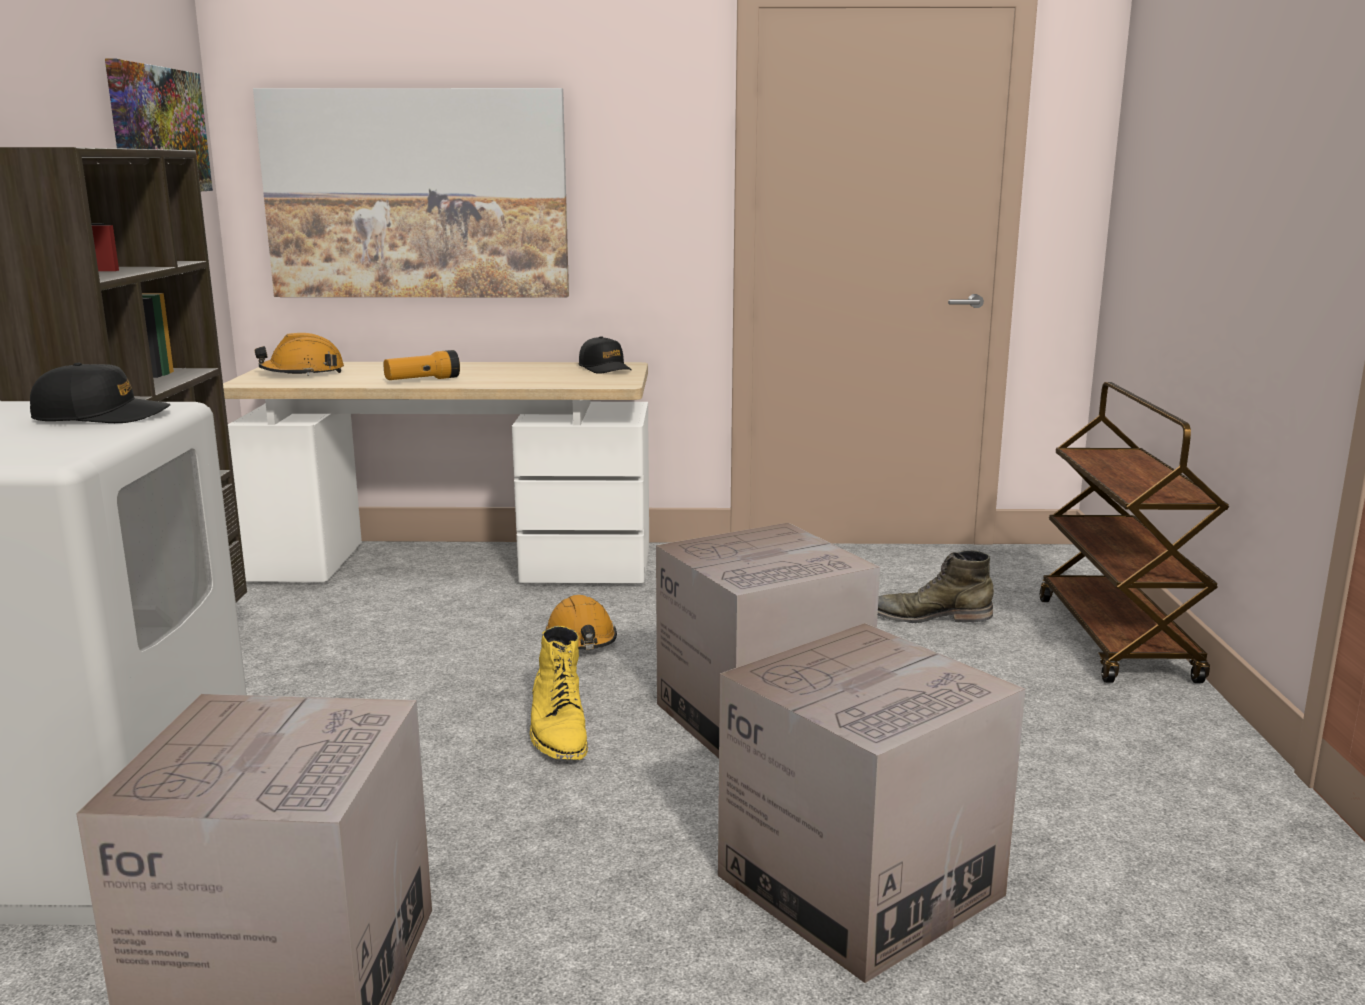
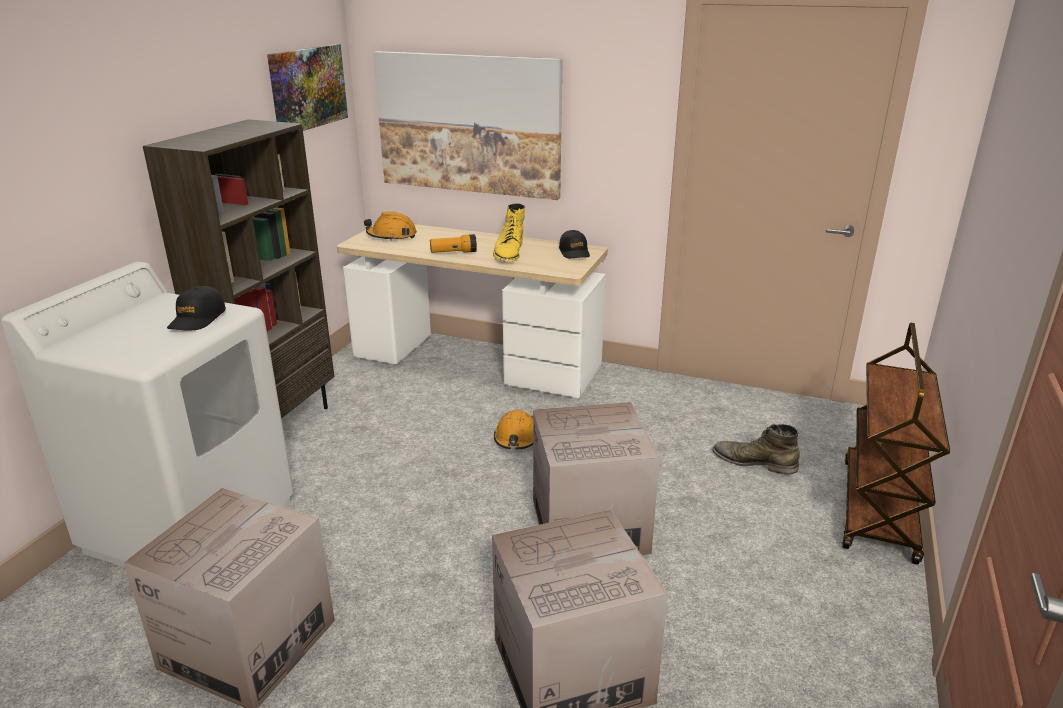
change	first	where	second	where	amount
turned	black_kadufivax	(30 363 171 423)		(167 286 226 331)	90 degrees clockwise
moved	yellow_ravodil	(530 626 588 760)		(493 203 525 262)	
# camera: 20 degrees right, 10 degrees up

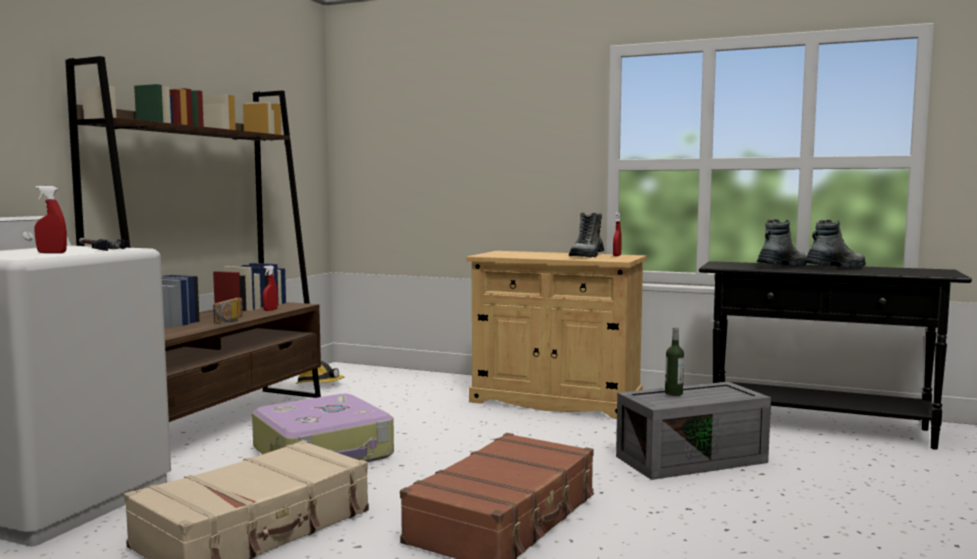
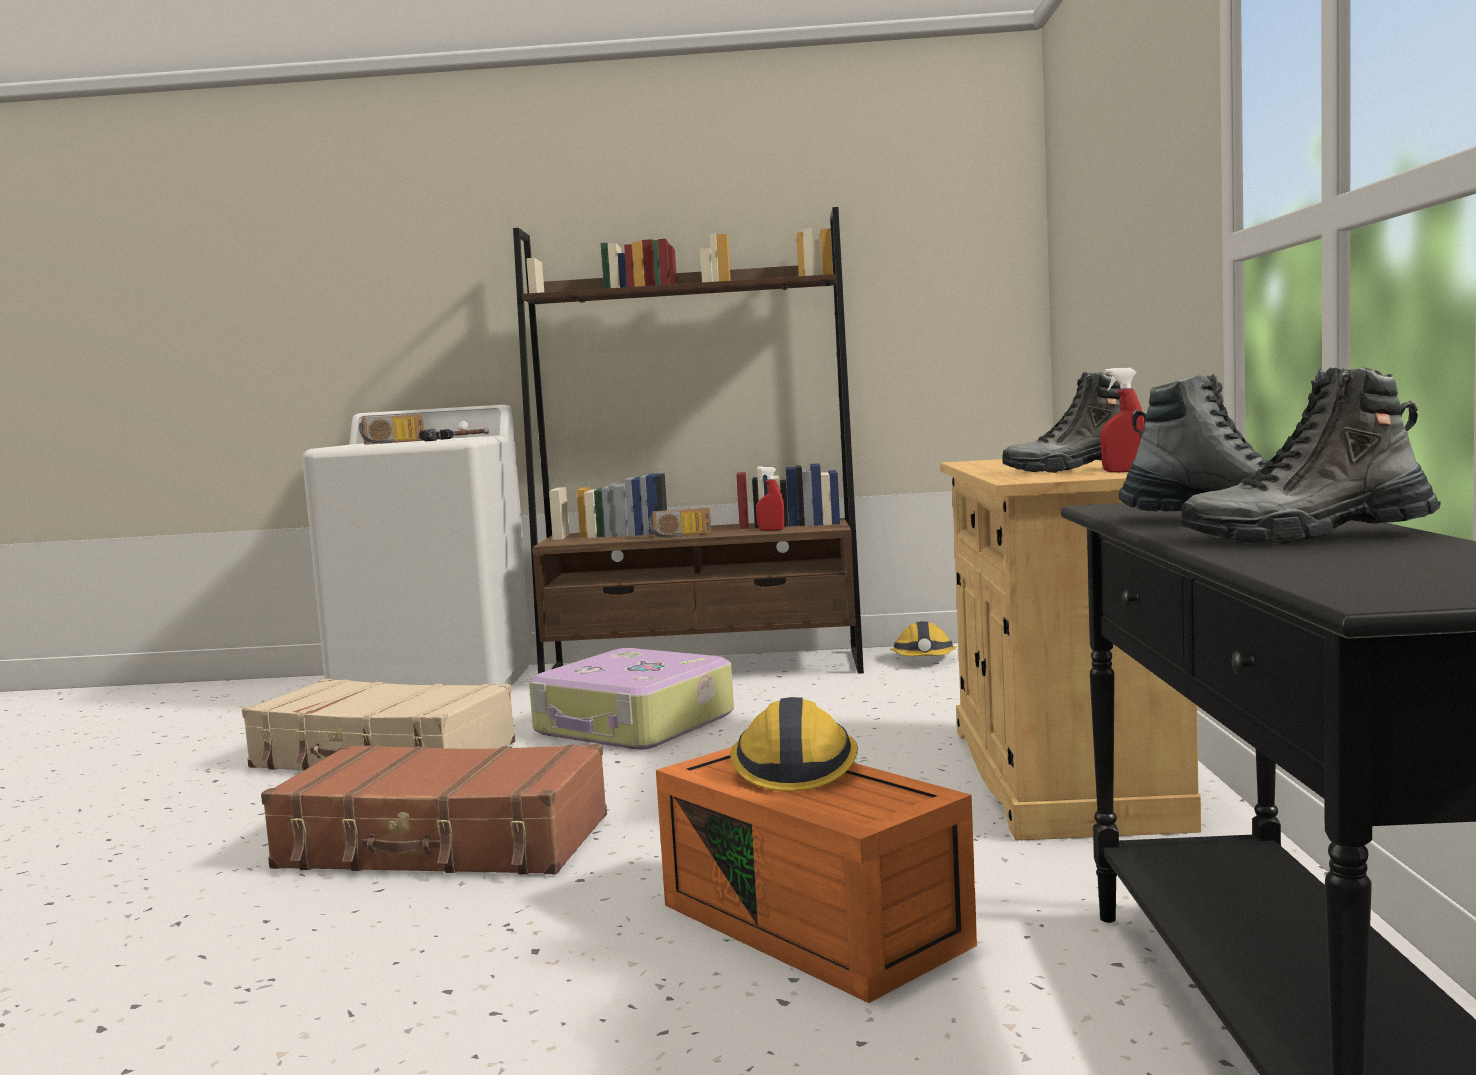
change	first	where	second	where	amount
replaced	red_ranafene	(34 186 67 253)	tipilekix	(359 414 424 445)	
turned	ravodil	(804 220 866 268)		(1181 367 1441 544)	135 degrees clockwise
replaced	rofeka	(665 327 684 396)	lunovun	(731 697 858 791)	
recoloured	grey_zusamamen	(616 382 771 480)	orange_zusamamen	(656 747 977 1003)	
# camera: 70 degrees right, 0 degrees up

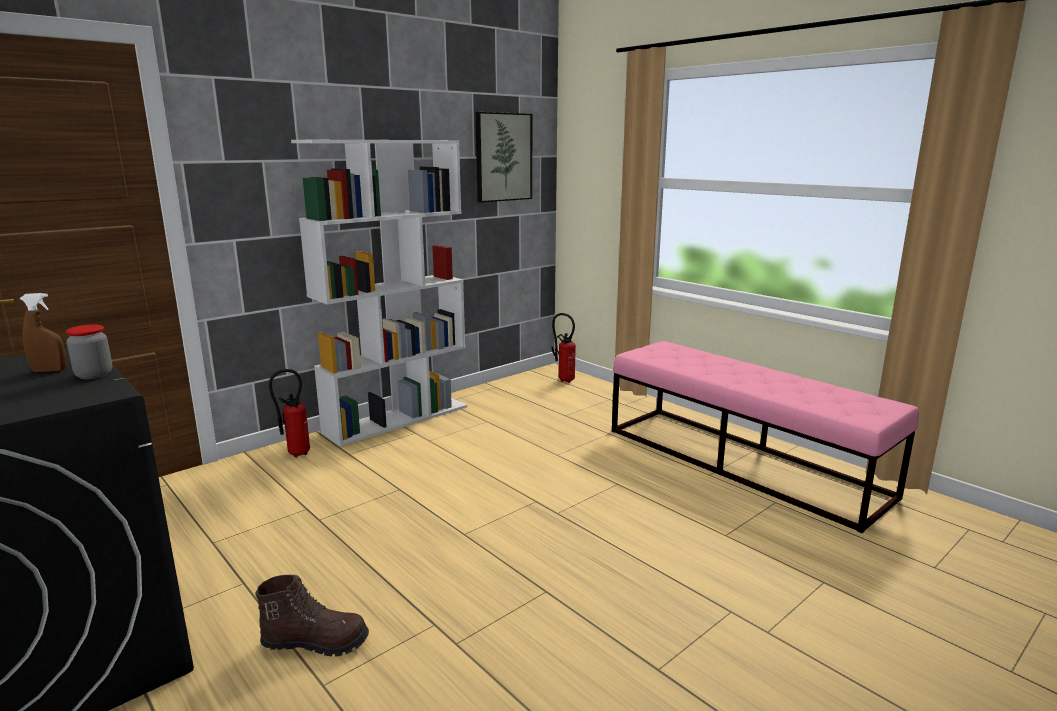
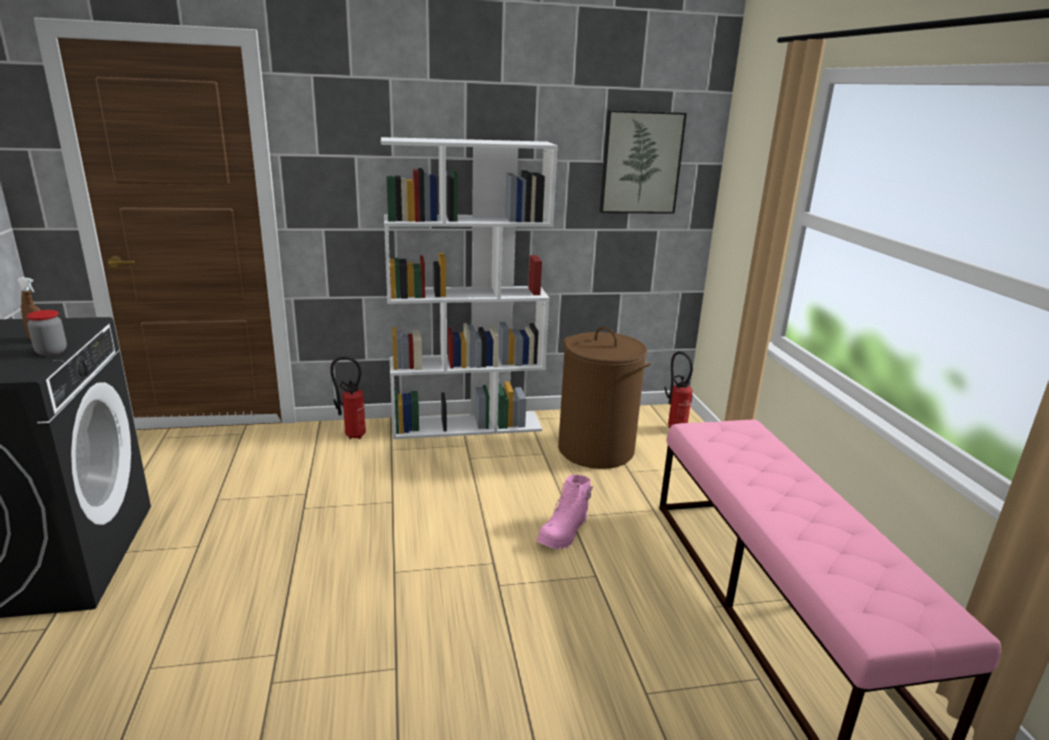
change	first	where	second	where	amount
removed	brown_ravodil	(255 574 369 657)			
added			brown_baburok	(558 327 651 469)	
added			pink_ravodil	(536 475 593 549)	
# camera: 30 degrees right, 5 degrees up

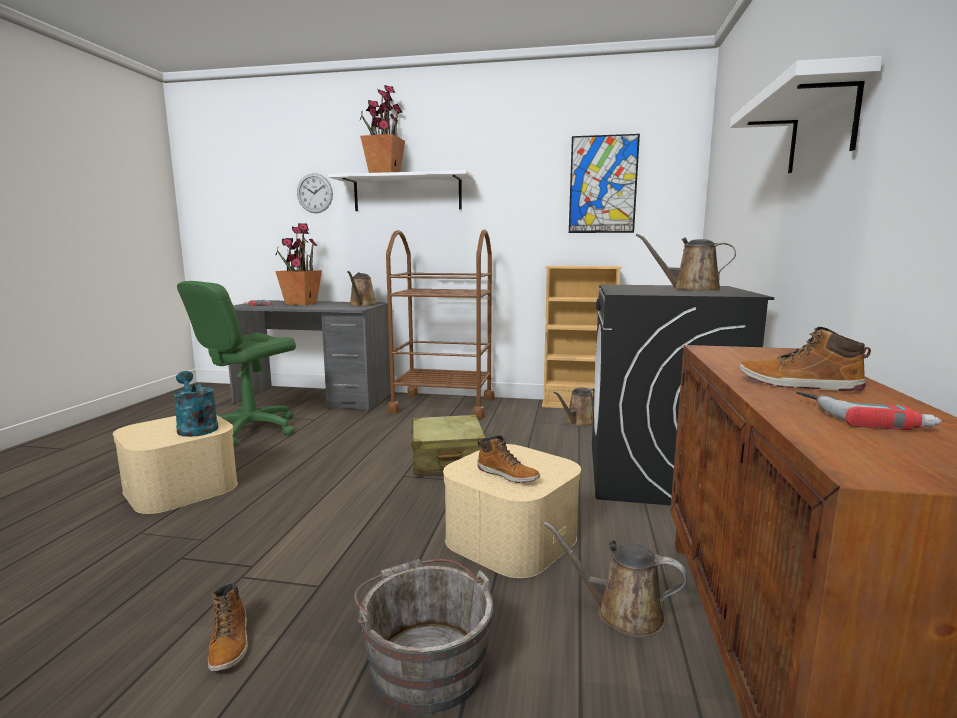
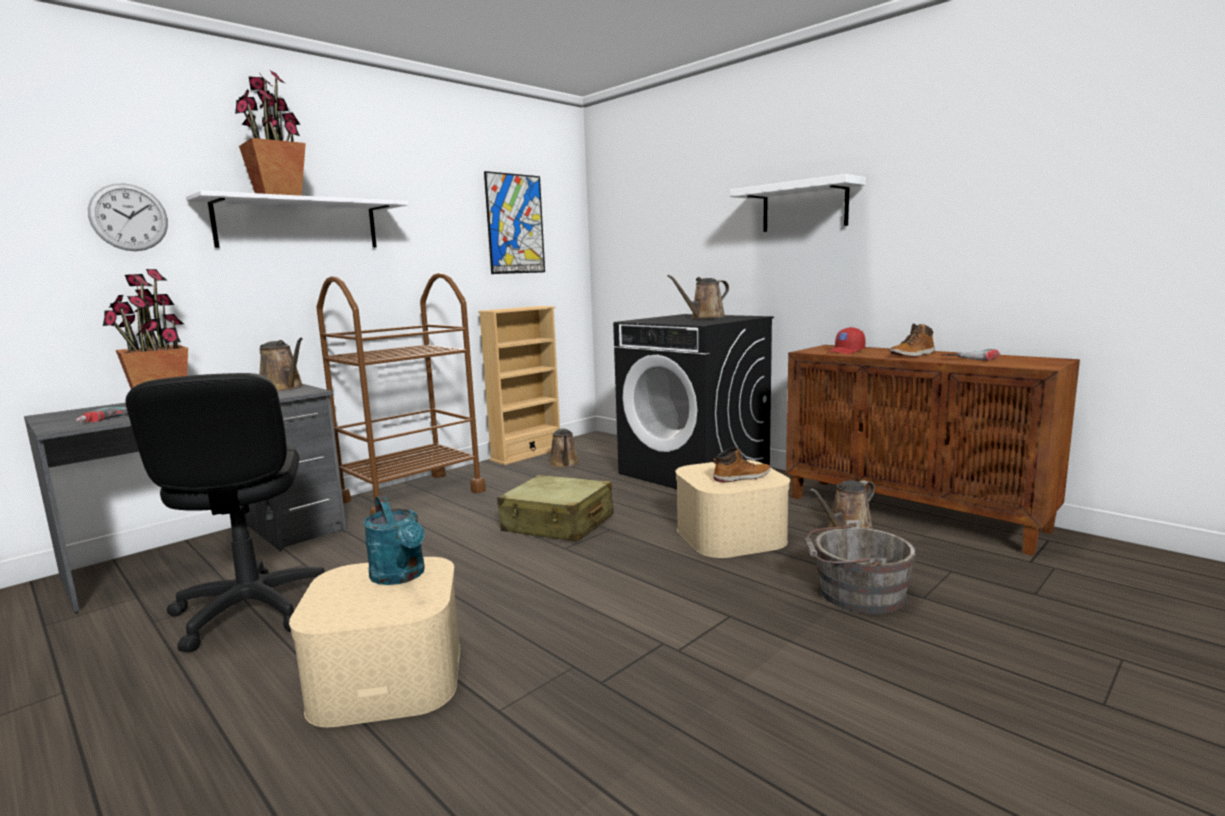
change	first	where	second	where	amount
recoloured	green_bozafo	(177 281 296 447)	black_bozafo	(125 373 325 652)	
turned	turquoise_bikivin	(173 371 218 437)		(363 495 425 585)	120 degrees counterclockwise
removed	ravodil	(208 583 248 671)			
added			red_kadufivax	(828 327 865 354)	
# camera: 55 degrees left, 0 degrees up

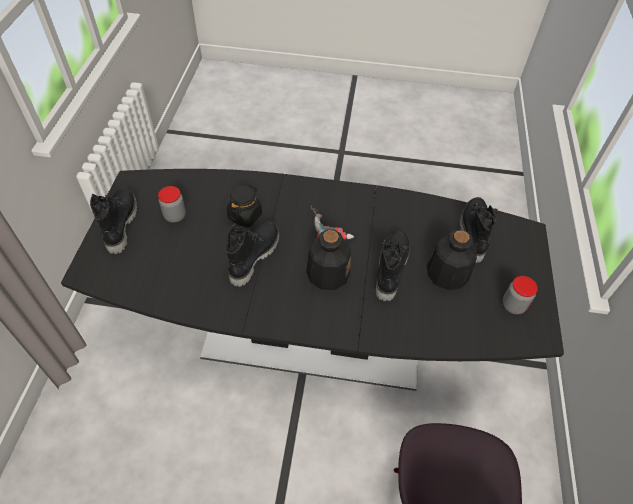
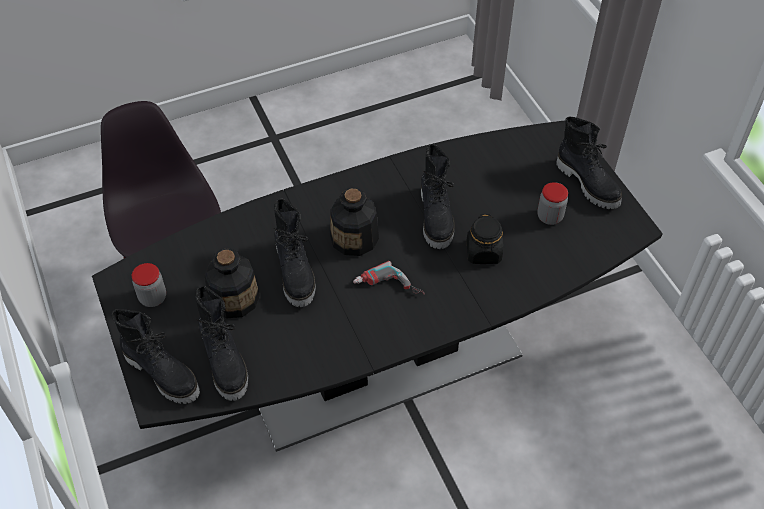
change	first	where	second	where	amount
added			black_ravodil	(111 309 200 404)	
# camera: 150 degrees right, 0 degrees up

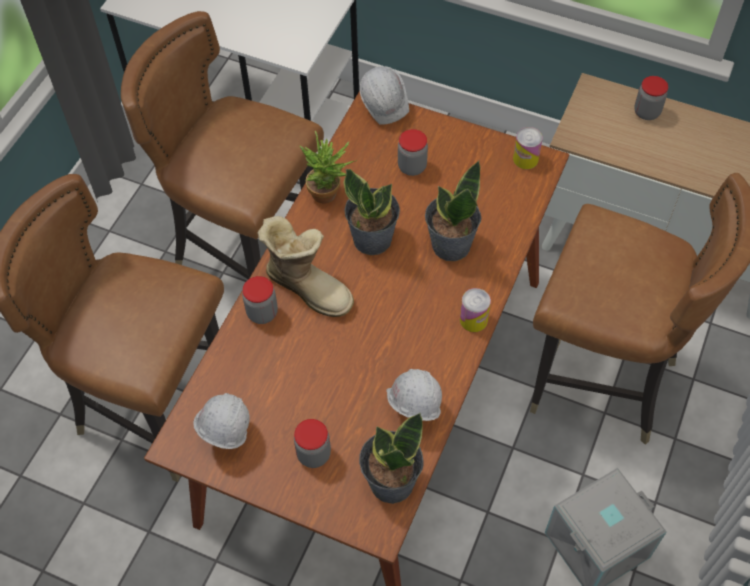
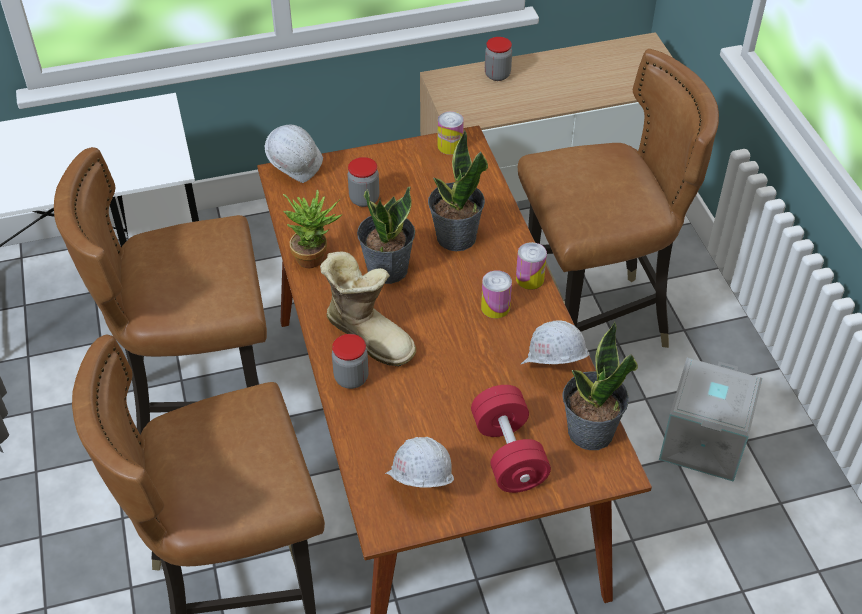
change	first	where	second	where	amount
turned	ravodil	(257 216 354 317)		(320 252 416 367)	45 degrees clockwise
replaced	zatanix	(294 419 331 468)	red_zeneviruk	(471 385 551 493)	
added			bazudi	(481 270 512 318)	
# camera: 40 degrees left, 10 degrees down

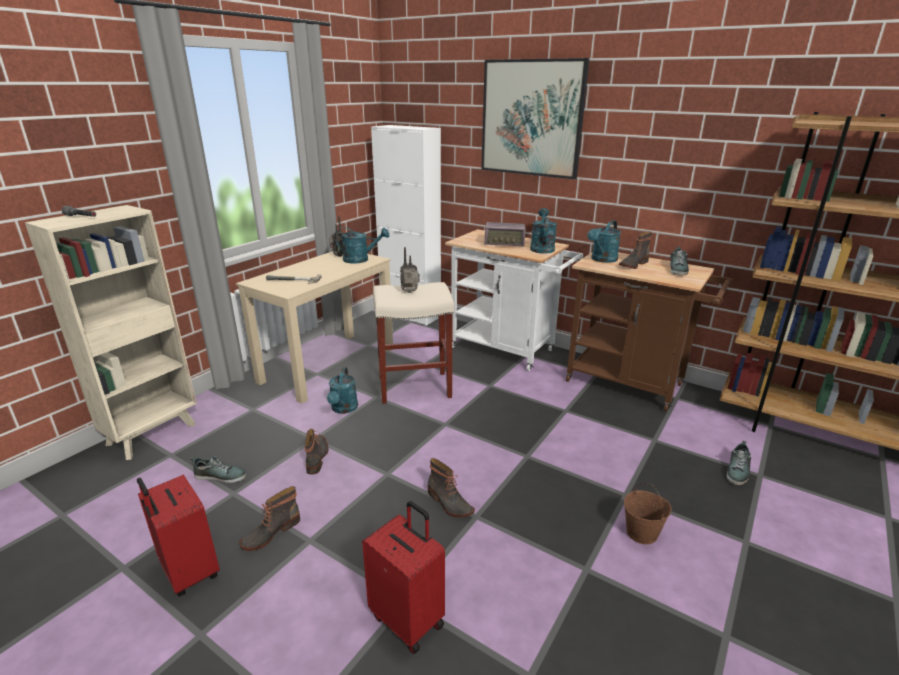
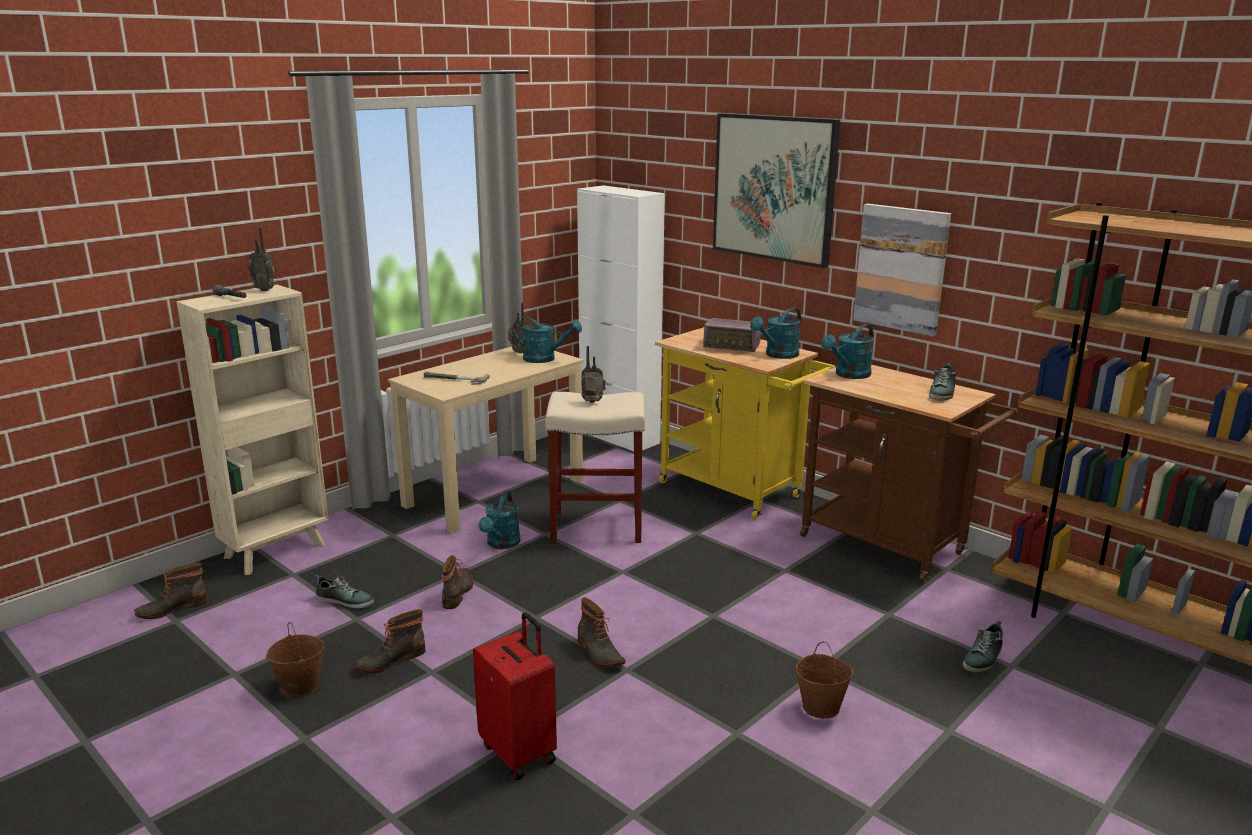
change	first	where	second	where	amount
turned	turquoise_bikivin	(530 208 557 254)		(750 307 801 359)	150 degrees counterclockwise
recoloured	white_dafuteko	(445 229 583 371)	yellow_dafuteko	(655 327 835 520)	
moved	ravodil	(619 232 652 269)		(134 563 207 619)	
replaced	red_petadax	(137 475 220 597)	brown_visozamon	(266 622 324 696)	
added			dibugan	(853 204 951 337)	
added			tipilekix	(248 228 274 291)	
# camera: 10 degrees right, 5 degrees down

